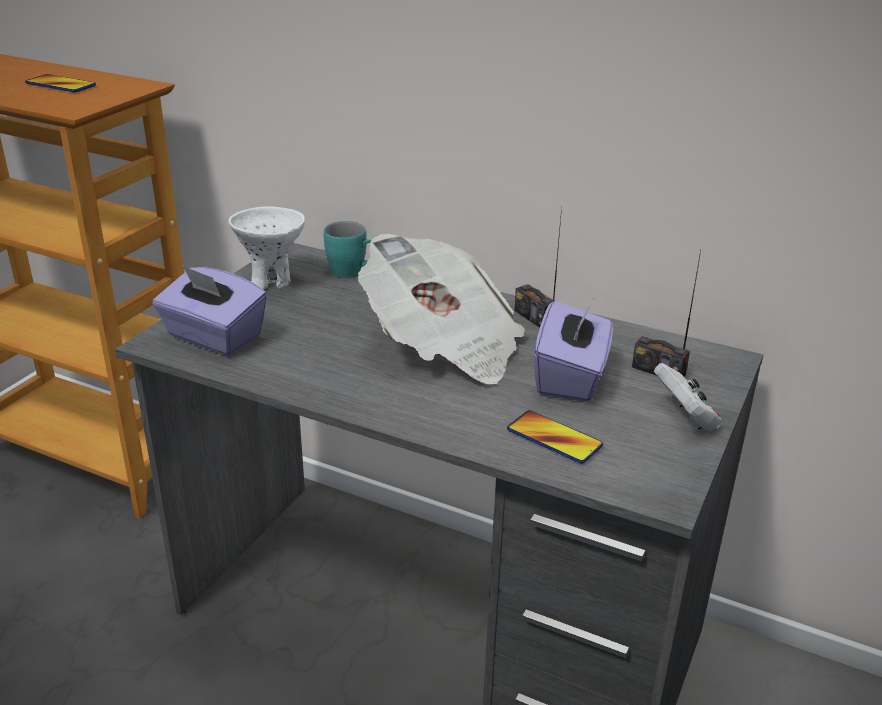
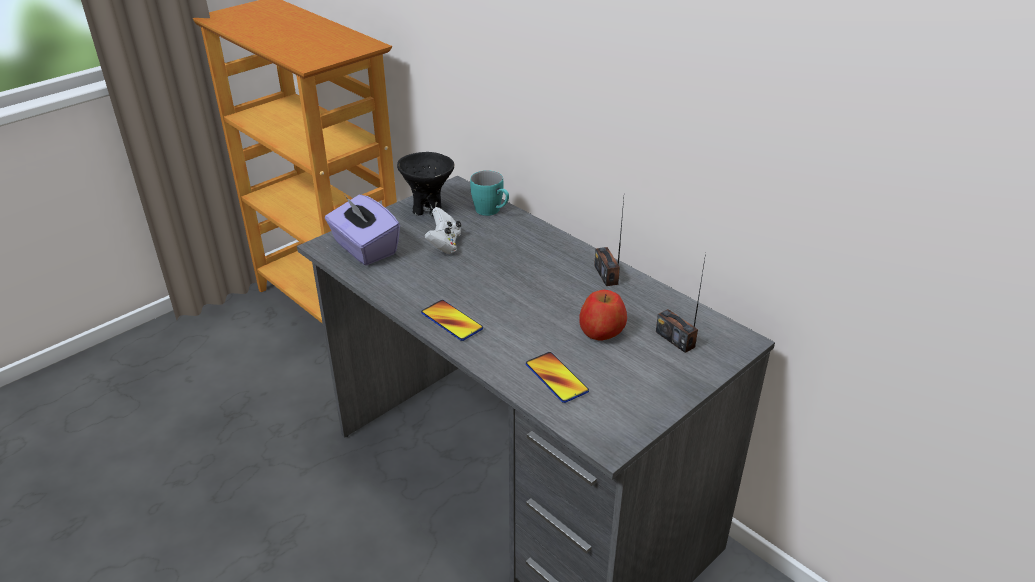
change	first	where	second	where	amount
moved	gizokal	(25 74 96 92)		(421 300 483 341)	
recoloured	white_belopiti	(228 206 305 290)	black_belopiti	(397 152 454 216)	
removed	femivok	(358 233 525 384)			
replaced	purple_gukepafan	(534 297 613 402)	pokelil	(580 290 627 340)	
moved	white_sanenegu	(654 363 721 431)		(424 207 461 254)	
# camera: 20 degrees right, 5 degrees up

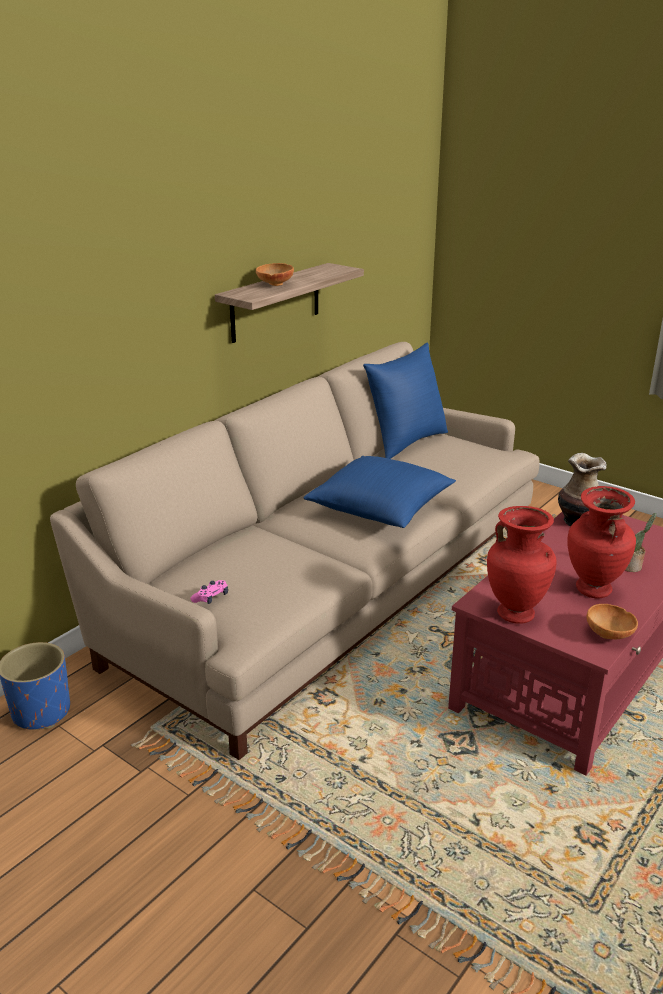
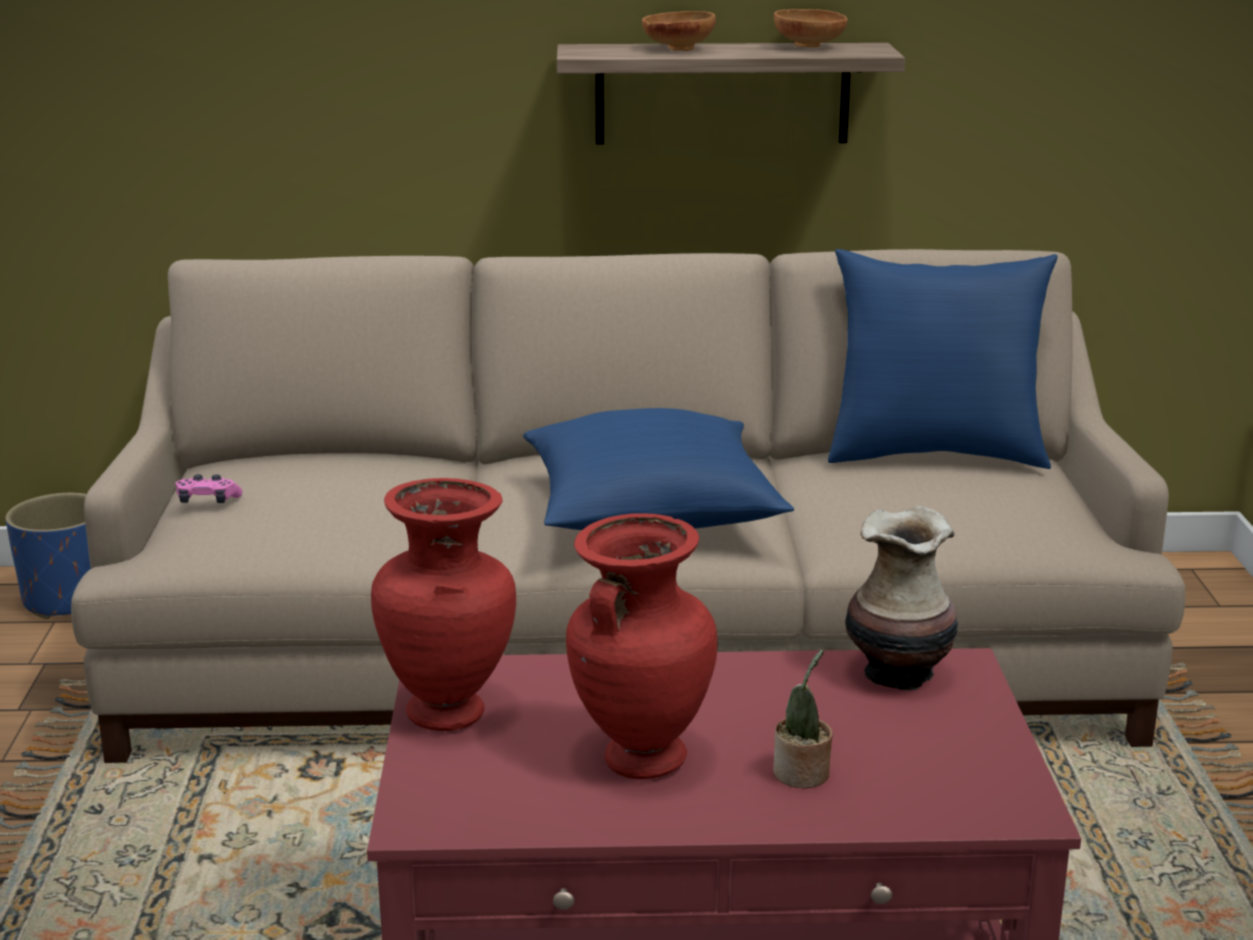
change	first	where	second	where	amount
moved	brown_belopiti	(587 604 638 639)		(774 9 848 47)	
# camera: 50 degrees right, 5 degrees down

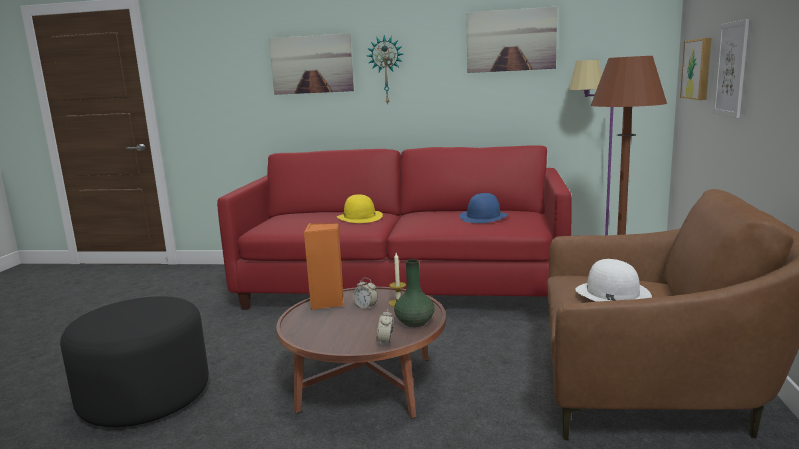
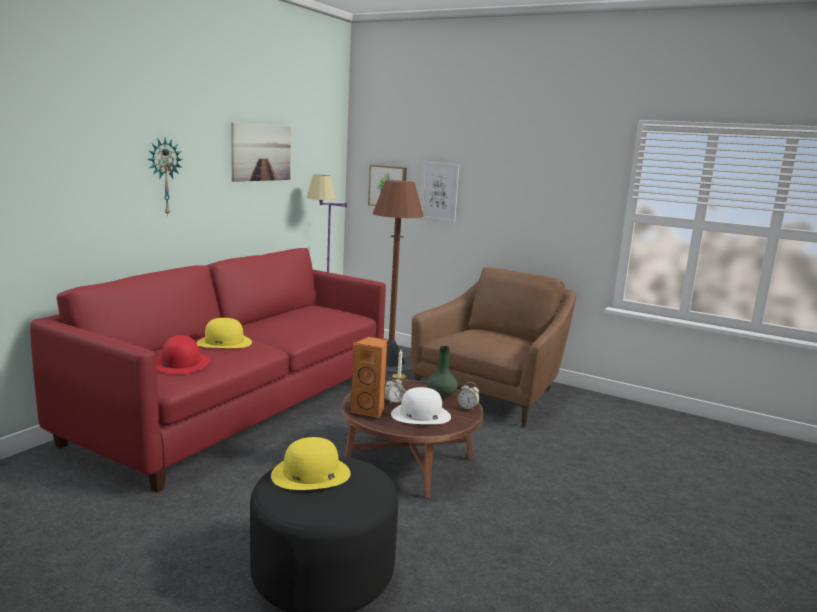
change	first	where	second	where	amount
removed	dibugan	(269 33 354 95)			
removed	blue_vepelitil	(459 193 508 223)			
moved	white_vepelitil	(575 259 652 302)		(391 387 451 424)	
added			red_vepelitil	(156 335 210 374)	
added			yellow_vepelitil	(271 437 351 490)	
# camera: 70 degrees left, 0 degrees up

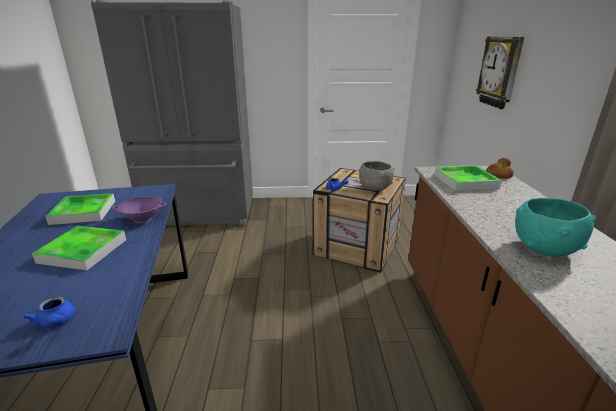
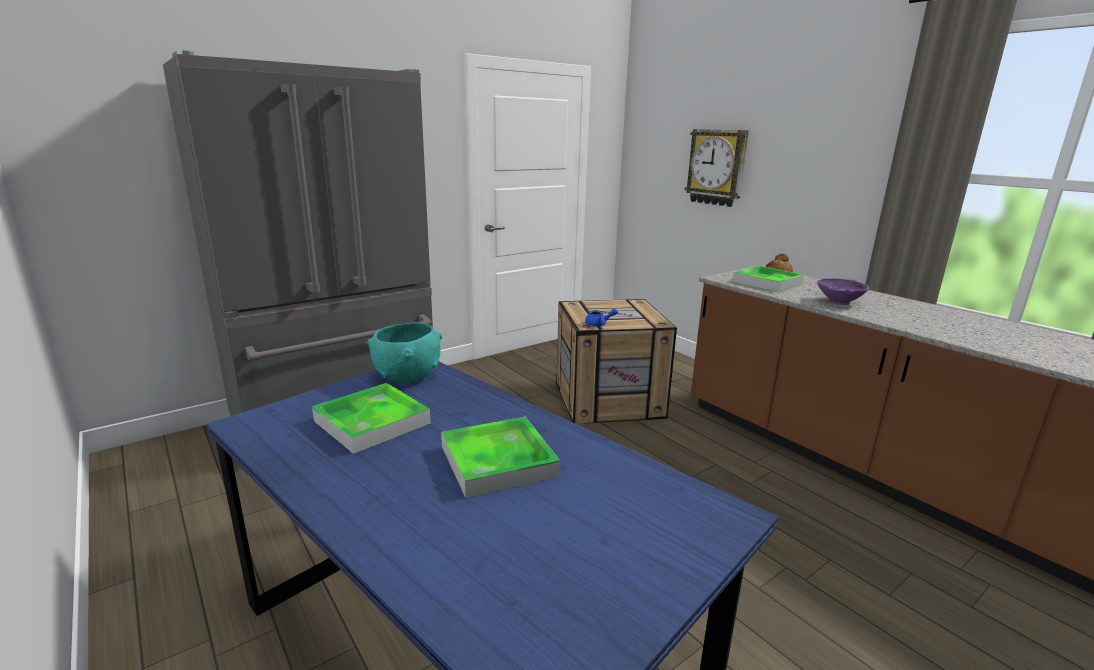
change	first	where	second	where	amount
removed	grey_belopiti	(359 161 395 191)			
moved	purple_belopiti	(112 197 167 223)		(817 278 869 305)	
moved	turquoise_belopiti	(515 198 596 257)		(367 323 442 383)	
removed	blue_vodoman	(23 296 75 328)			
# camera: 35 degrees left, 5 degrees down

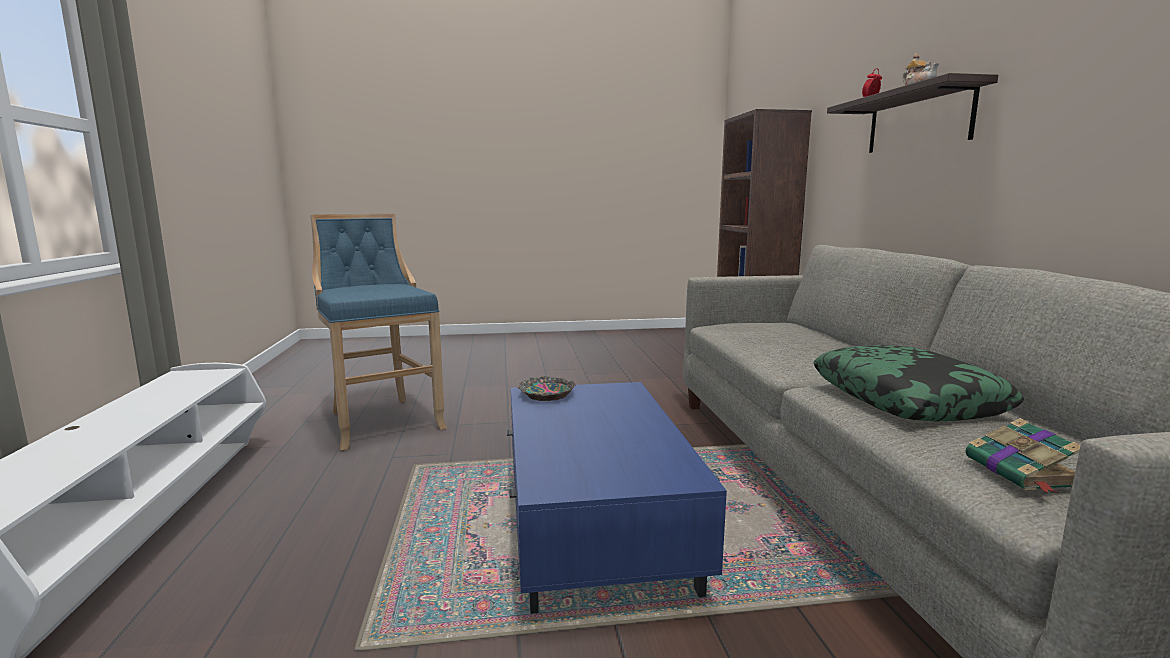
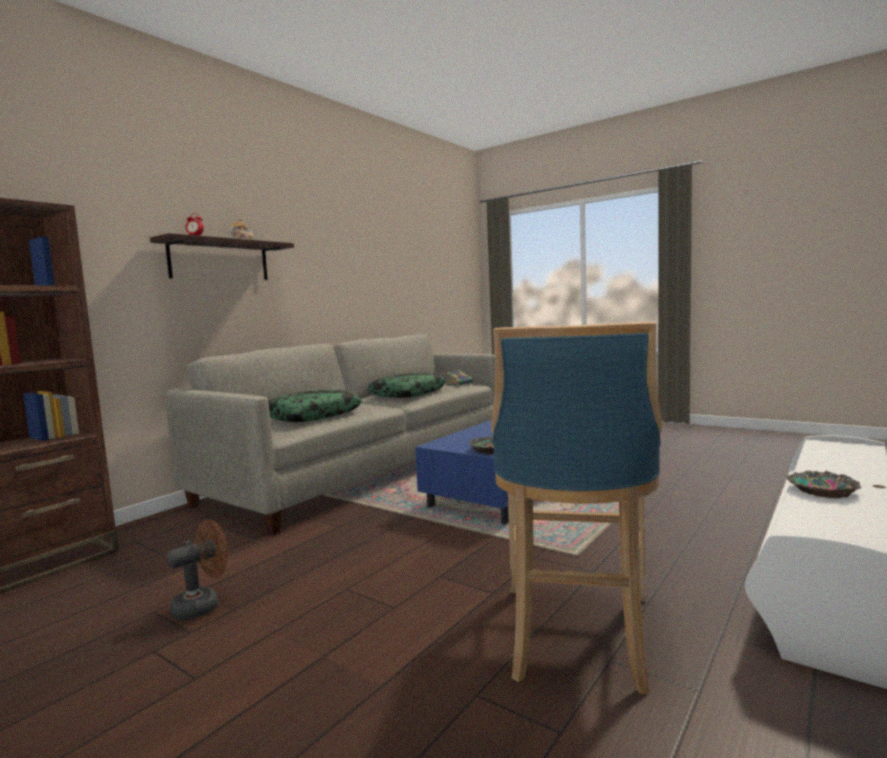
change	first	where	second	where	amount
added			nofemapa	(268 390 362 422)	
added			belopiti	(786 471 861 498)	
added			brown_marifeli	(167 520 229 620)	
# camera: 135 degrees left, 5 degrees down

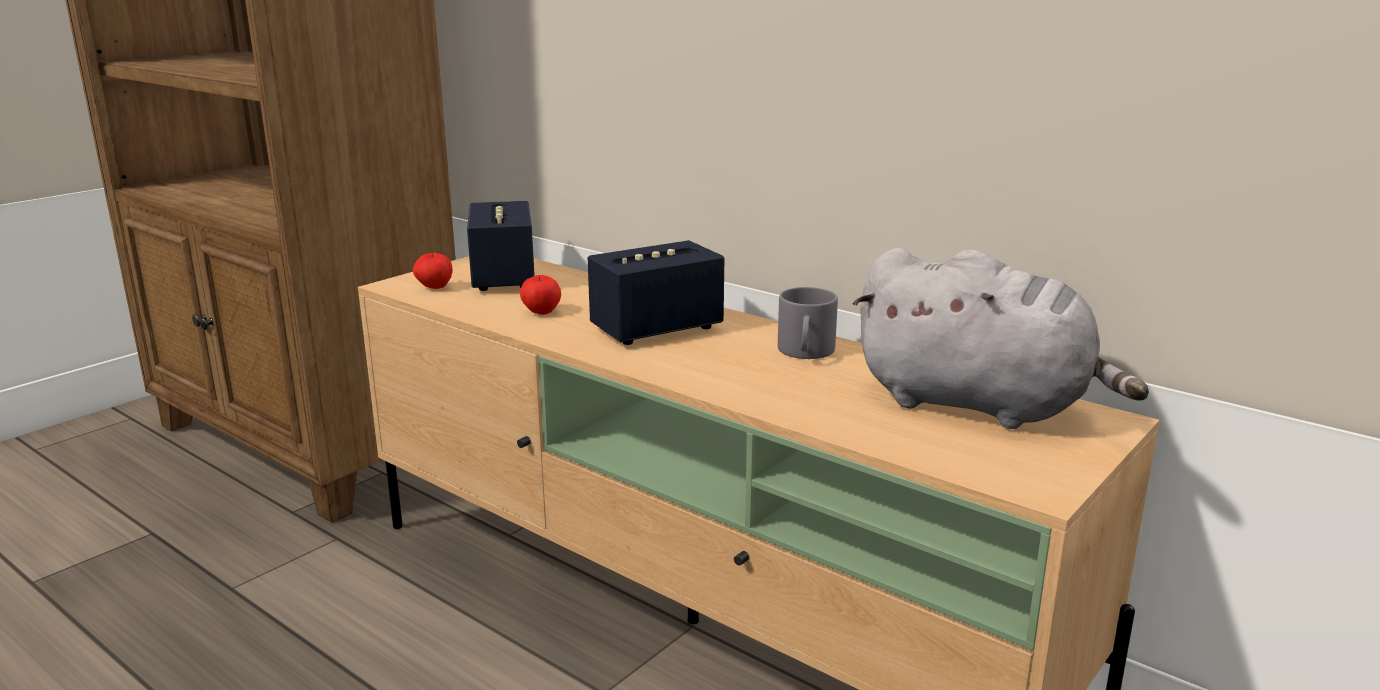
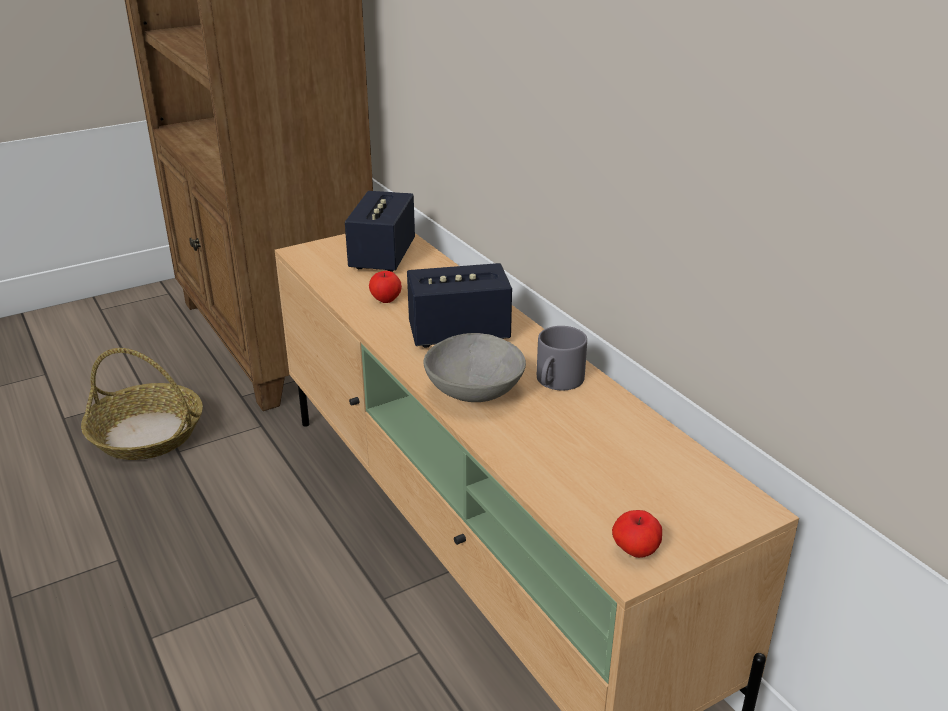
change	first	where	second	where	amount
removed	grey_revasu	(853 248 1149 429)			
moved	pokelil	(413 253 453 289)		(612 510 662 558)	
added			grey_belopiti	(424 333 526 402)	
added			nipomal	(81 348 203 460)	
# camera: 20 degrees right, 10 degrees up

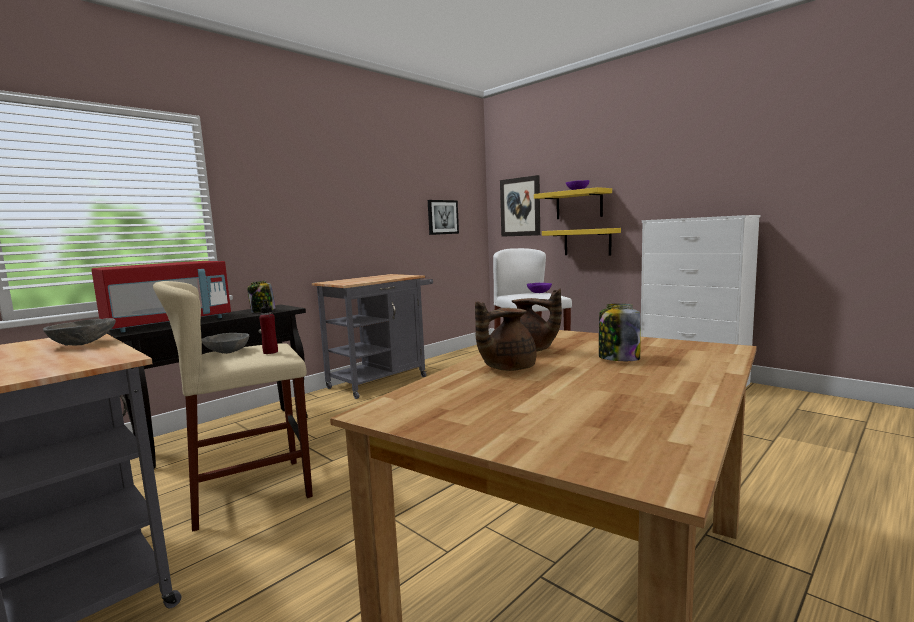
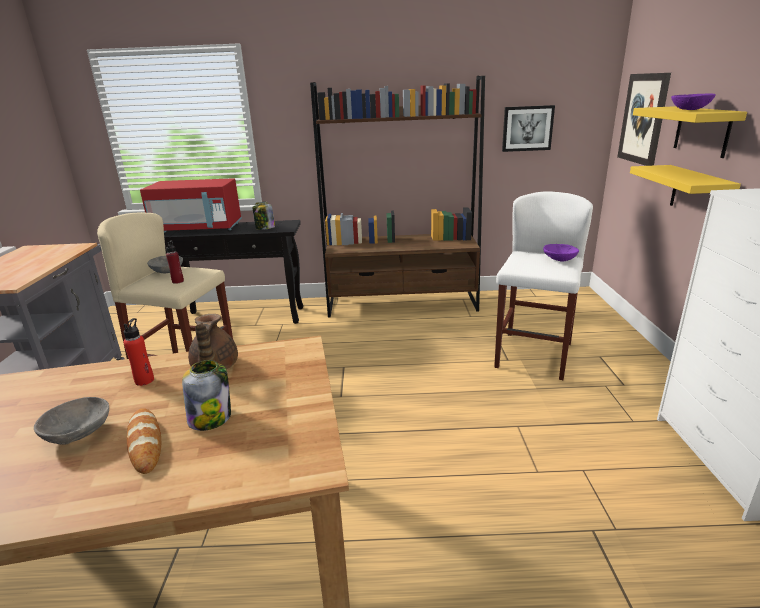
change	first	where	second	where	amount
replaced	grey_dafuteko	(312 274 433 399)	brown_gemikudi	(310 76 485 318)	
replaced	brown_vodoman	(475 301 536 371)	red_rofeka	(124 318 154 386)	
moved	grey_belopiti	(43 318 116 346)		(34 397 109 445)	
added			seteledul	(127 408 161 474)	
# camera: 45 degrees right, 15 degrees up

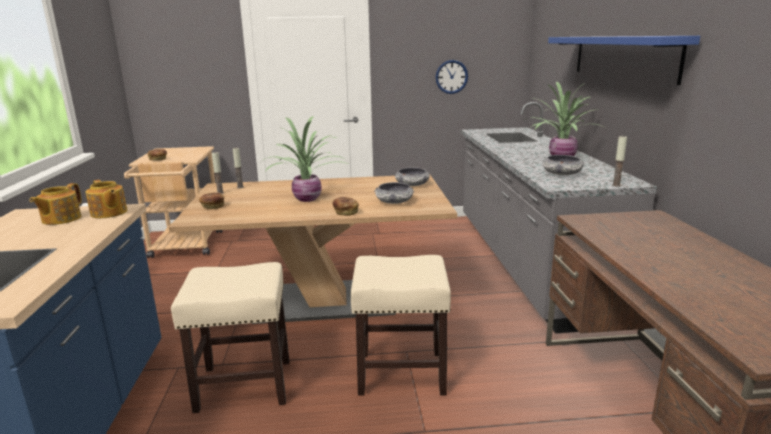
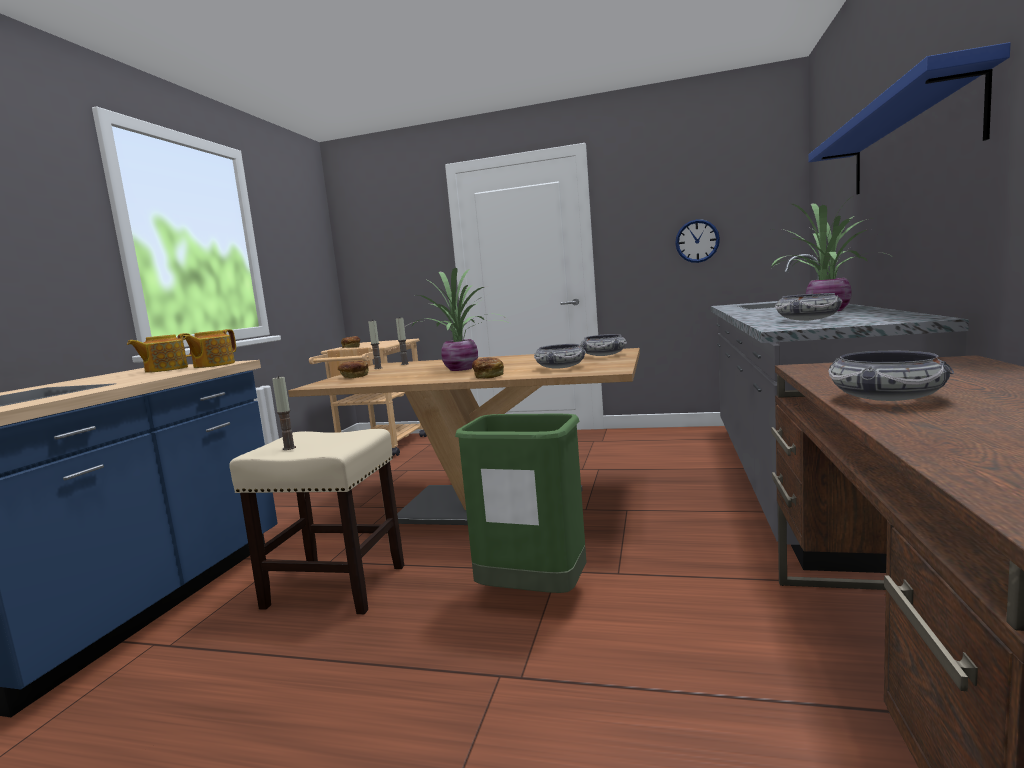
change	first	where	second	where	amount
moved	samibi	(612 136 627 187)		(272 375 296 450)	
turned	vodoman	(85 180 127 218)		(182 329 236 368)	45 degrees clockwise
replaced	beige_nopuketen	(351 255 451 396)	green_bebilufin	(455 414 586 593)	
added			belopiti	(829 351 954 401)	
# camera: 20 degrees right, 10 degrees down

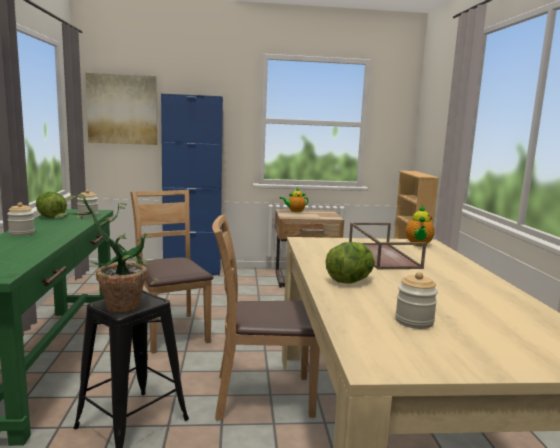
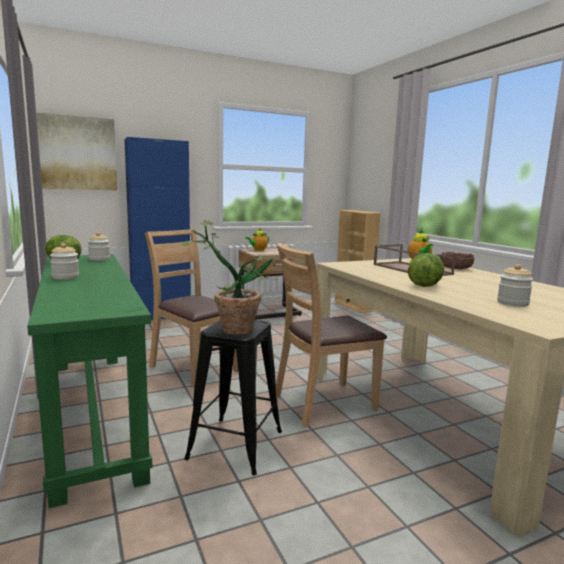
change	first	where	second	where	amount
added			belopiti	(440 252 474 269)	
# camera: 20 degrees left, 0 degrees up

